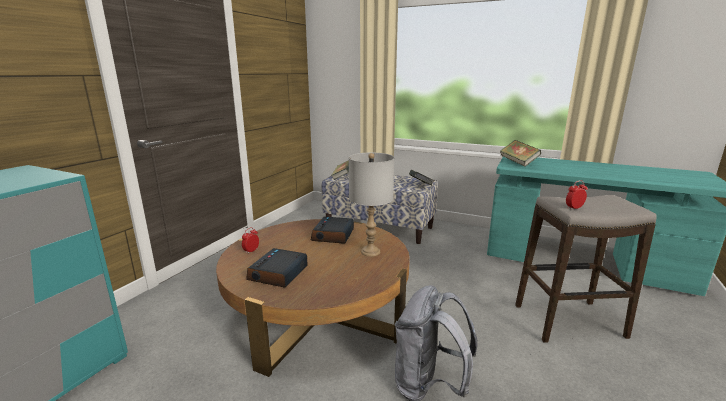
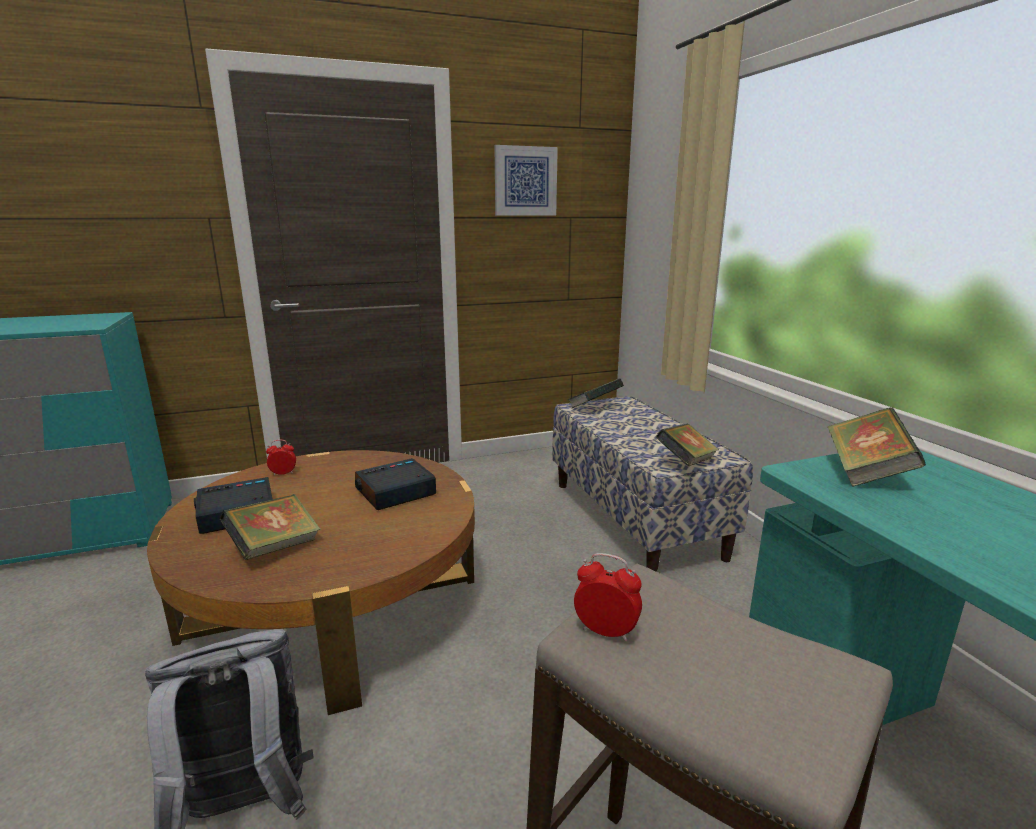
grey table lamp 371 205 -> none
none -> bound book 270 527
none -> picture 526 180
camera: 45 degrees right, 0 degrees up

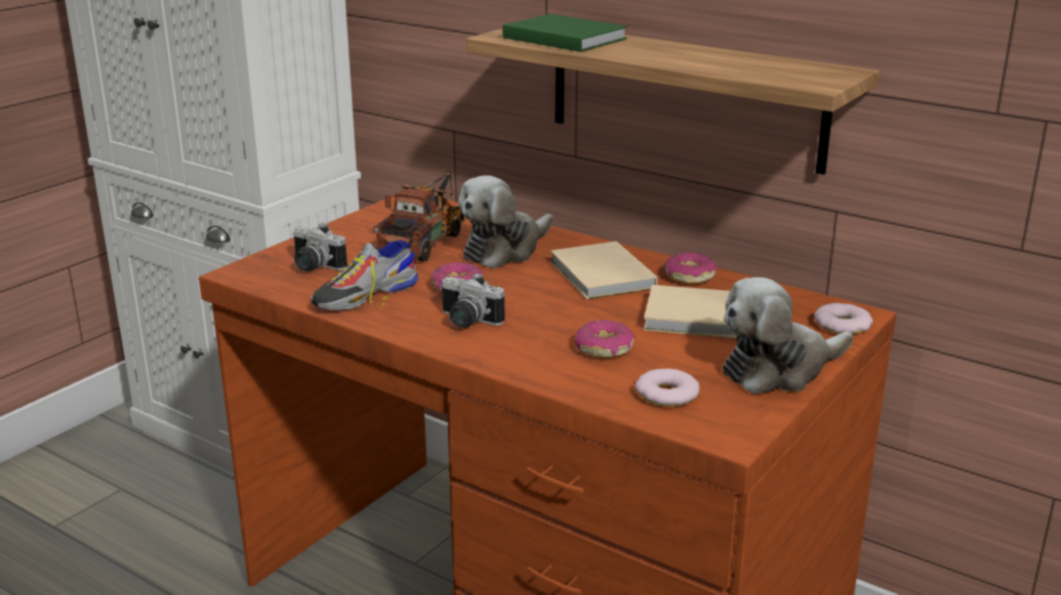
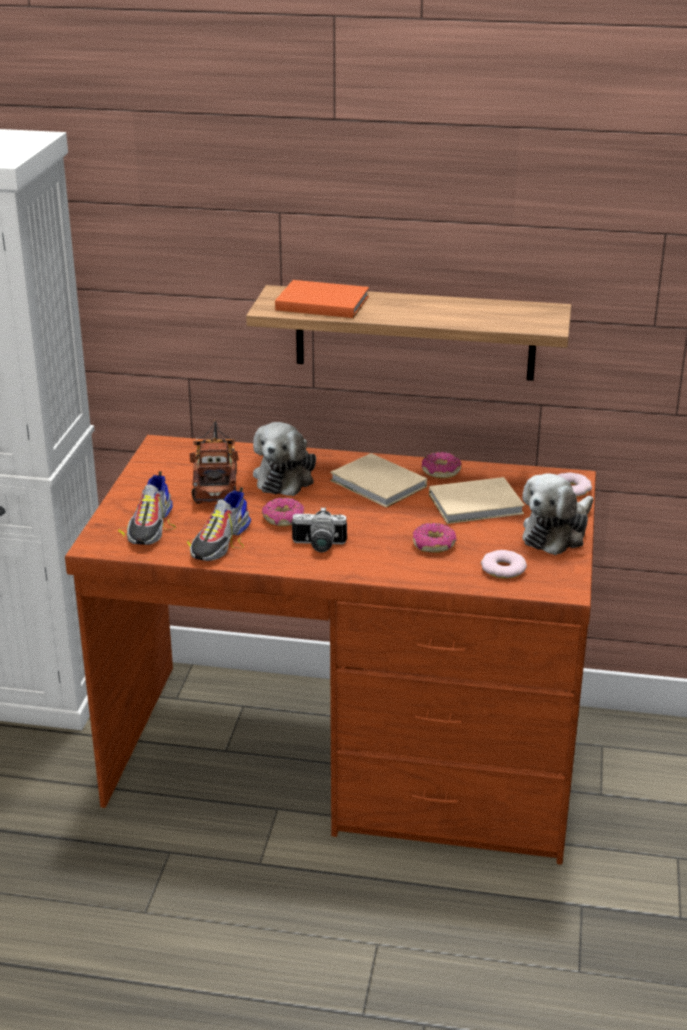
photo camera 319 247 -> shoe 147 508
green bound book 565 33 -> orangey bound book 322 299
camera: 25 degrees left, 5 degrees up

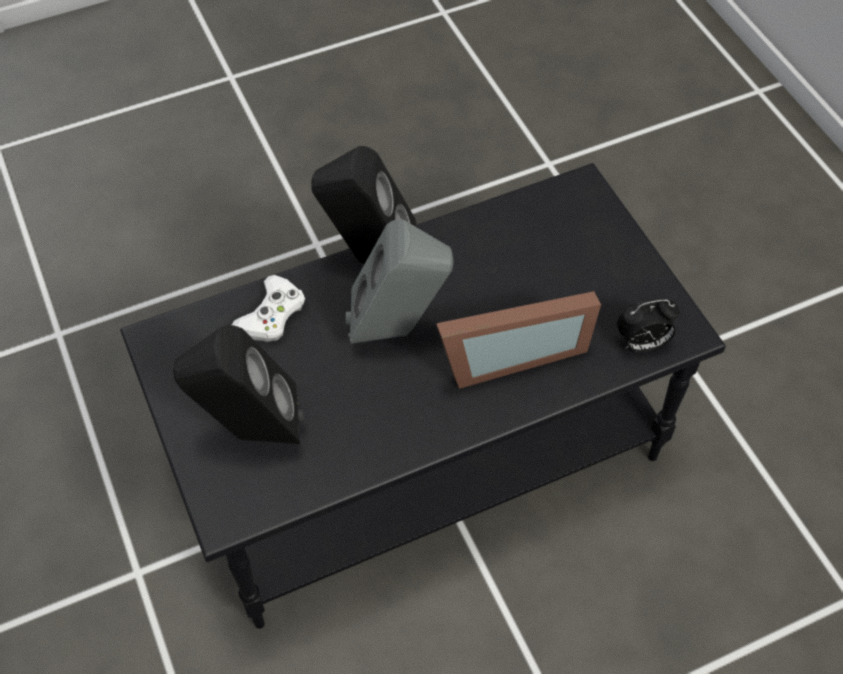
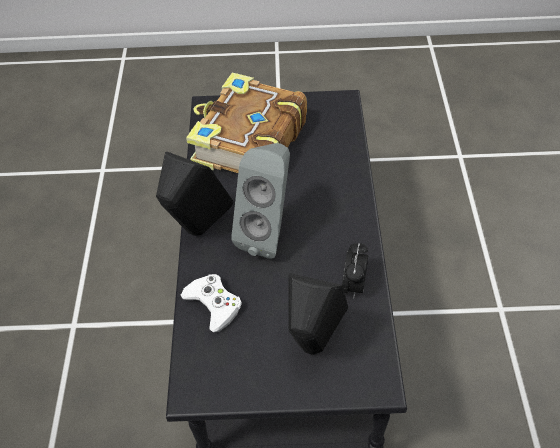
standing frame 518 340 -> none
table clock 648 325 -> table clock 355 270, moved
none -> bound book 246 122
camera: 65 degrees left, 5 degrees down

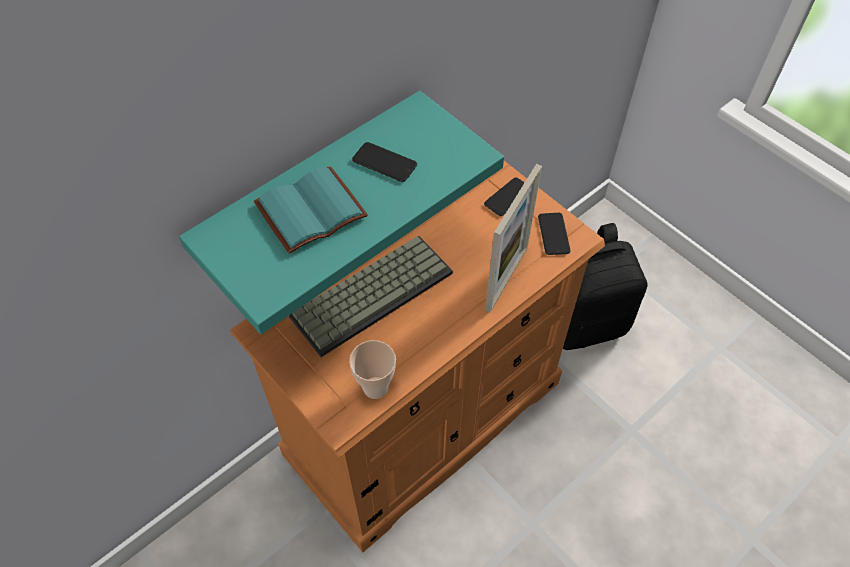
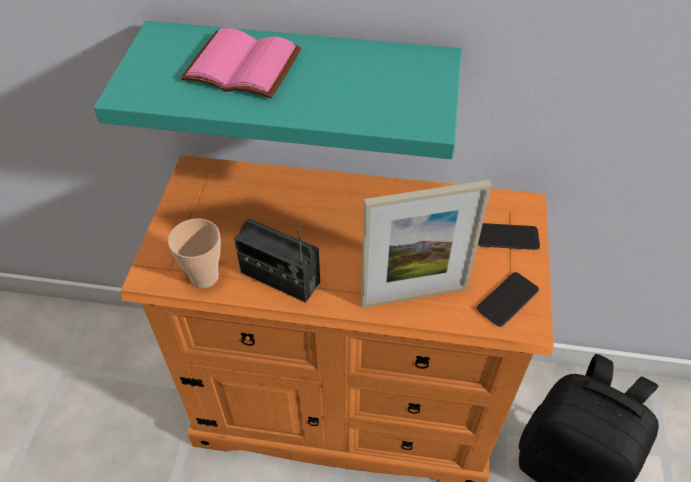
turquoise-coloured bound book 311 210 -> pink-coloured bound book 241 63
keyboard 371 296 -> none
handset 384 162 -> none
none -> radio receiver 277 260
camera: 50 degrees right, 5 degrees down

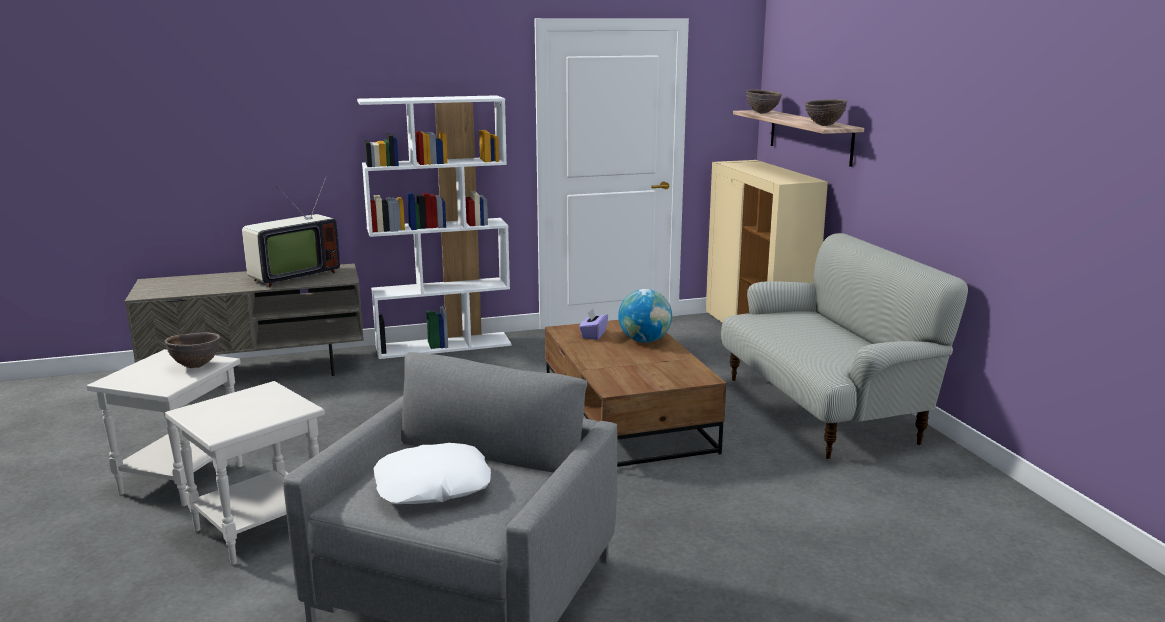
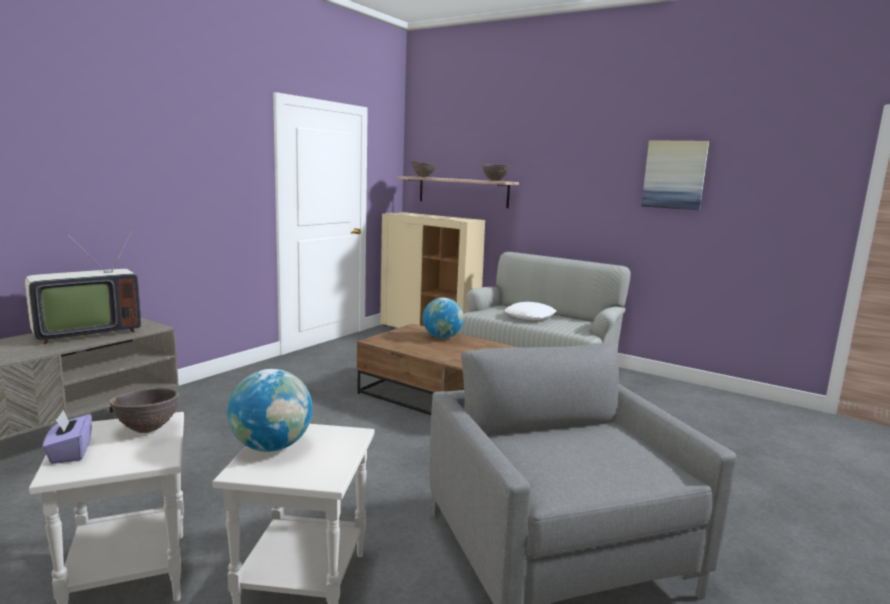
TV set 291 231 -> TV set 83 285, 45 degrees clockwise
whitish shelving unit 434 227 -> none
whitish cushion 432 473 -> whitish cushion 530 311, moved
purplish tissue box 593 324 -> purplish tissue box 67 437, moved
none -> desk globe 270 410
none -> picture 675 175
camera: 40 degrees left, 5 degrees down

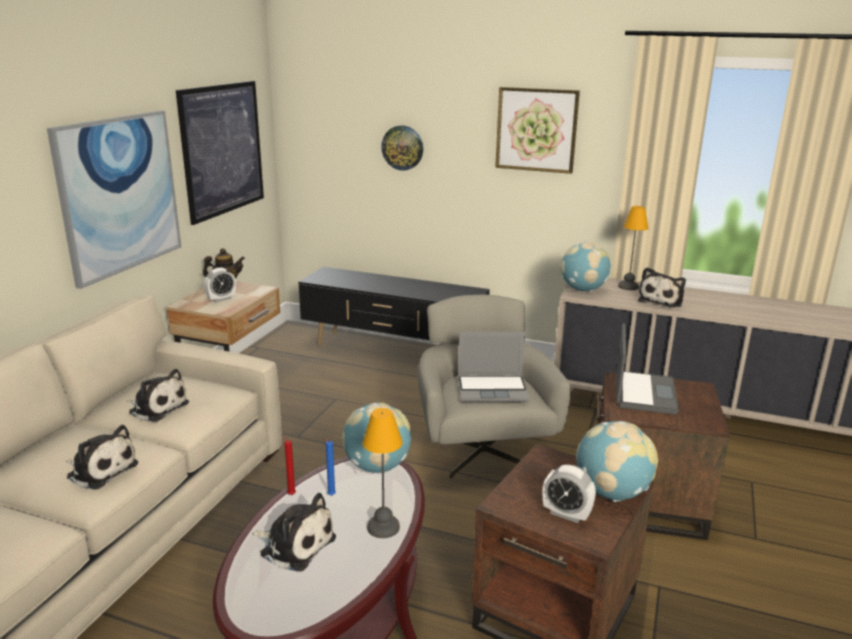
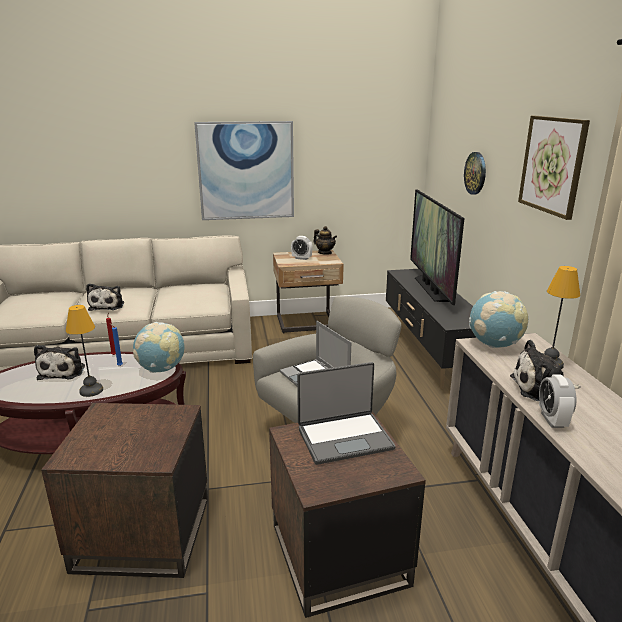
cuddly toy 158 395 -> none
picture 220 153 -> none
table clock 569 494 -> table clock 557 401, moved
desk globe 617 461 -> none
none -> TV set 437 247
camera: 60 degrees right, 0 degrees up

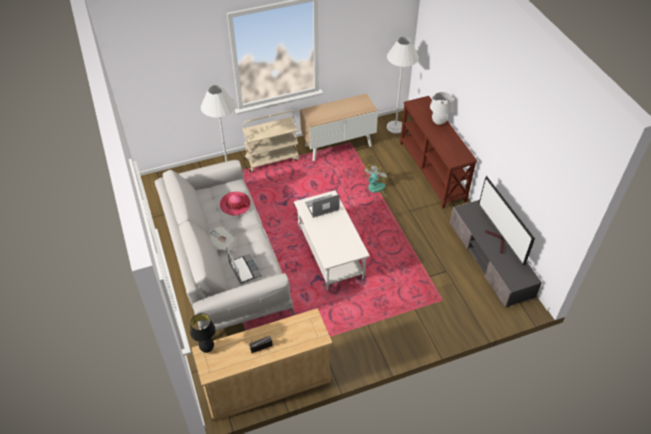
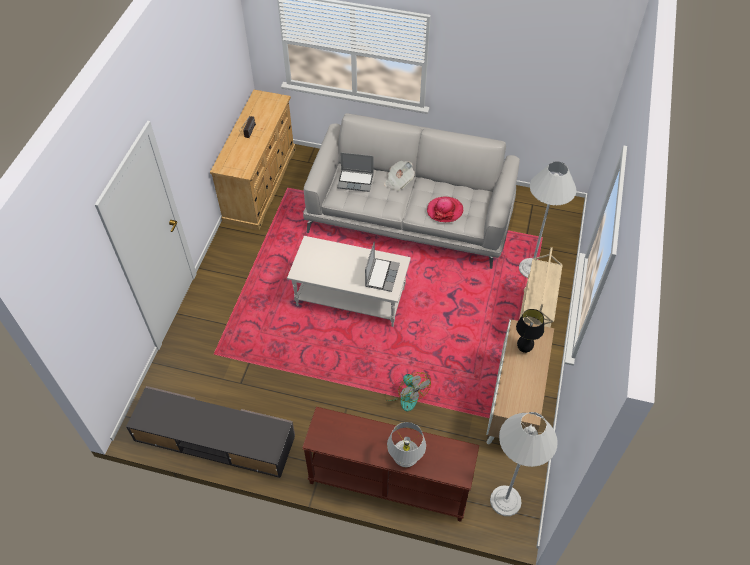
black-coloured table lamp 203 333 -> black-coloured table lamp 530 331, moved
TV set 507 220 -> none
camera: 125 degrees right, 5 degrees up

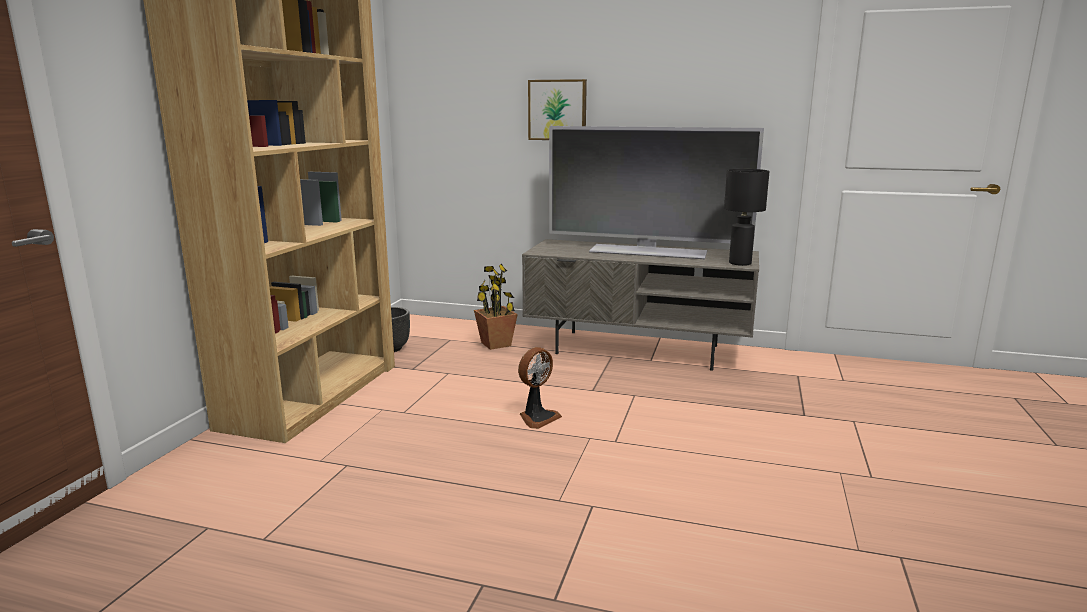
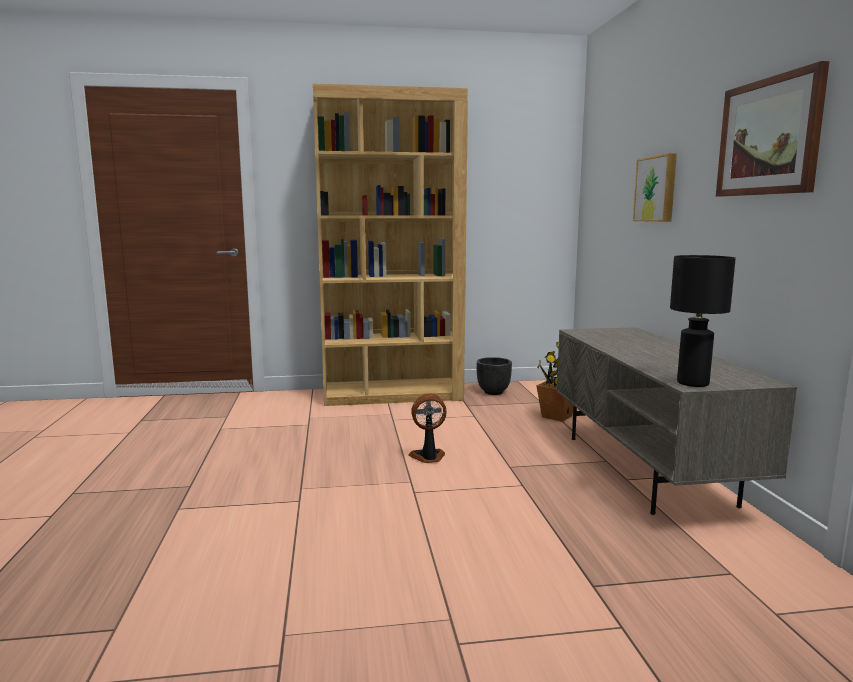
fan 540 388 -> fan 427 428, 150 degrees clockwise
TV set 656 192 -> none
none -> picture 772 129
camera: 65 degrees right, 5 degrees down

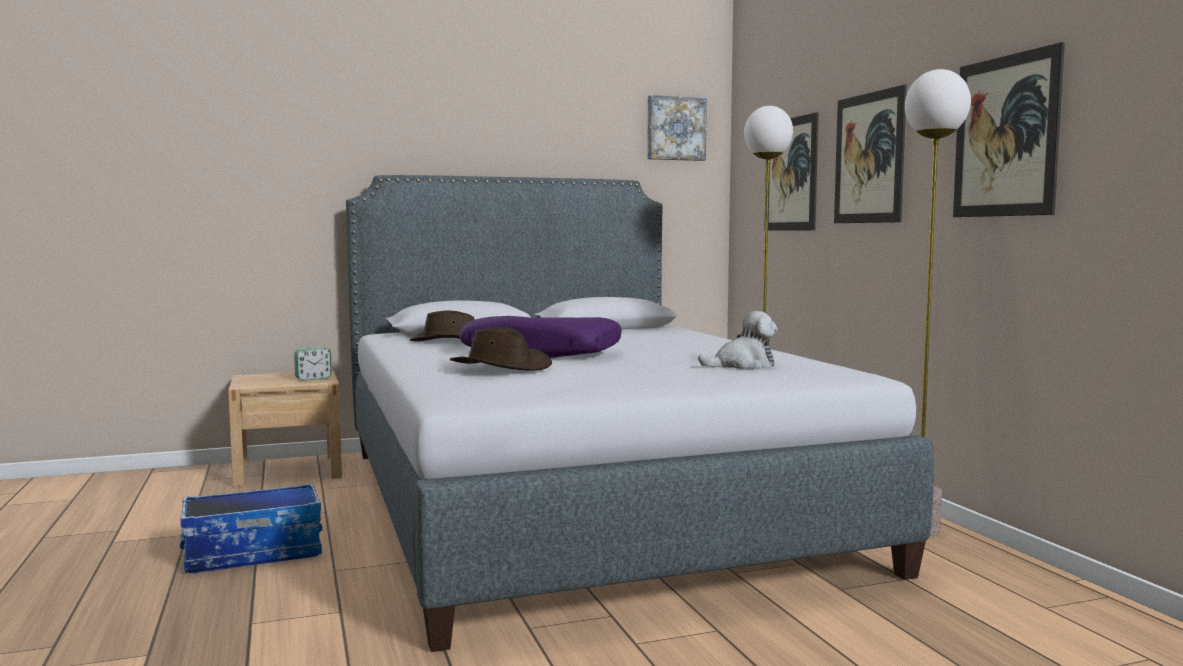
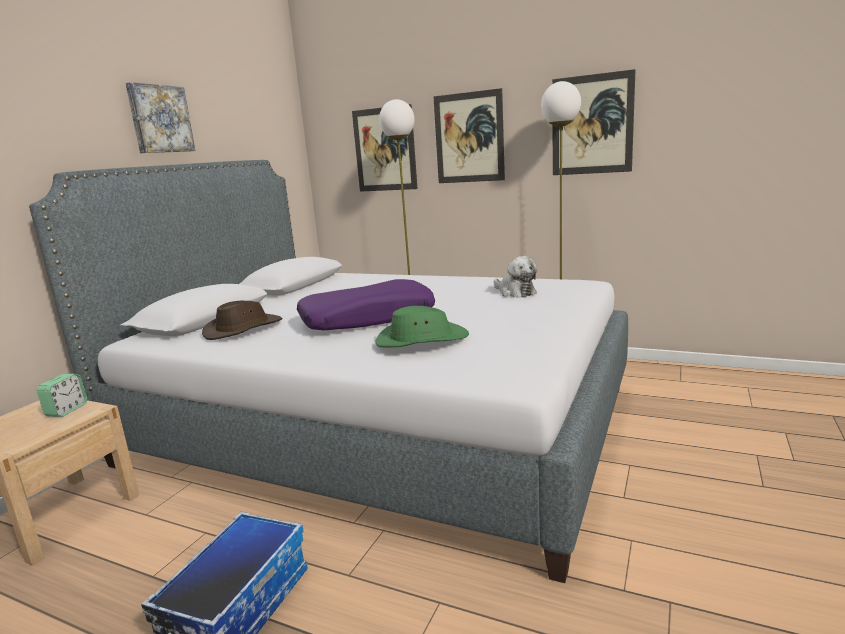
brown-coloured wearable hat 501 349 -> green wearable hat 422 327
picture 677 128 -> picture 160 117, moved
cuddly toy 738 340 -> cuddly toy 516 277, 120 degrees clockwise
camera: 45 degrees left, 10 degrees up

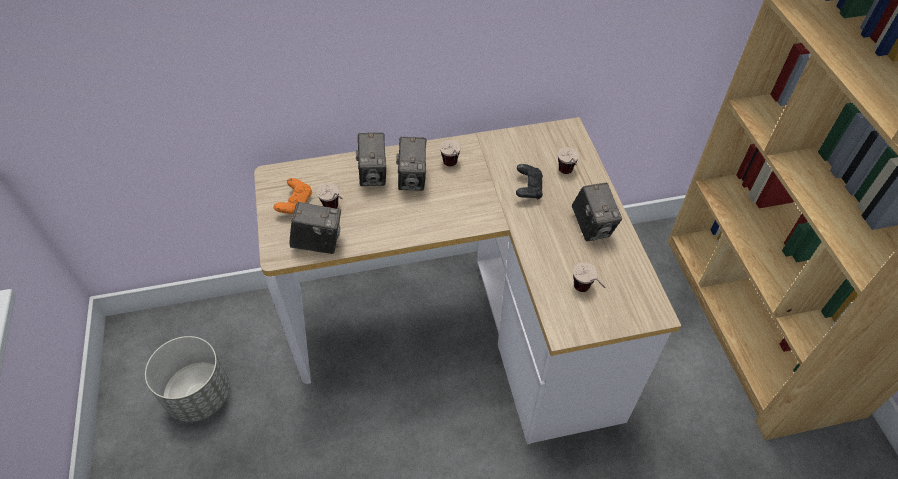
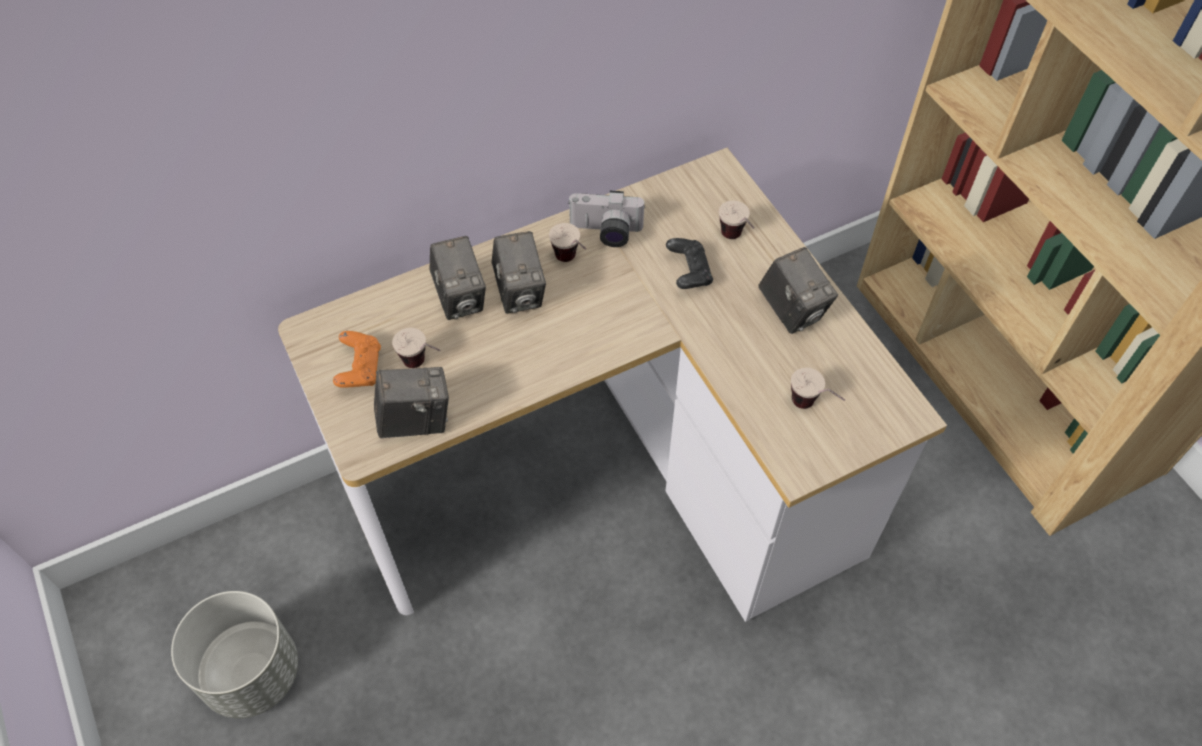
none -> photo camera 607 219
camera: 15 degrees left, 5 degrees up

